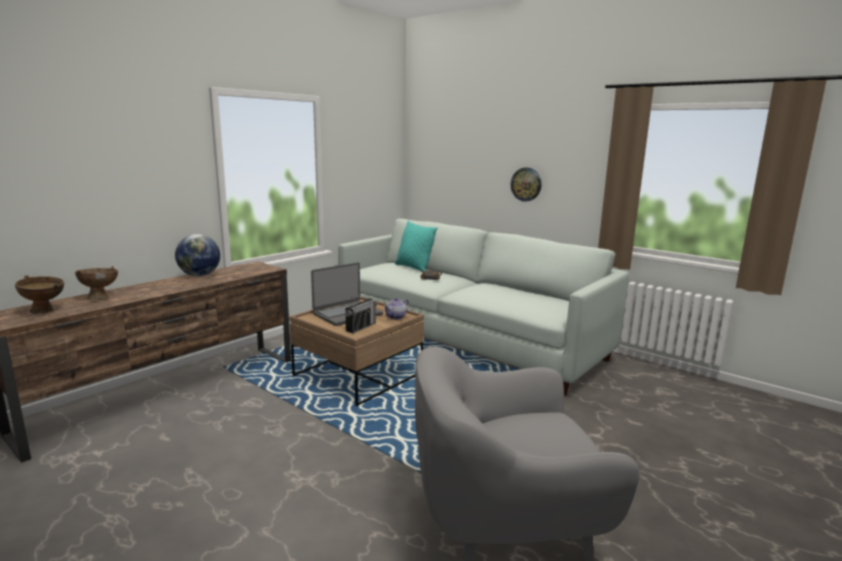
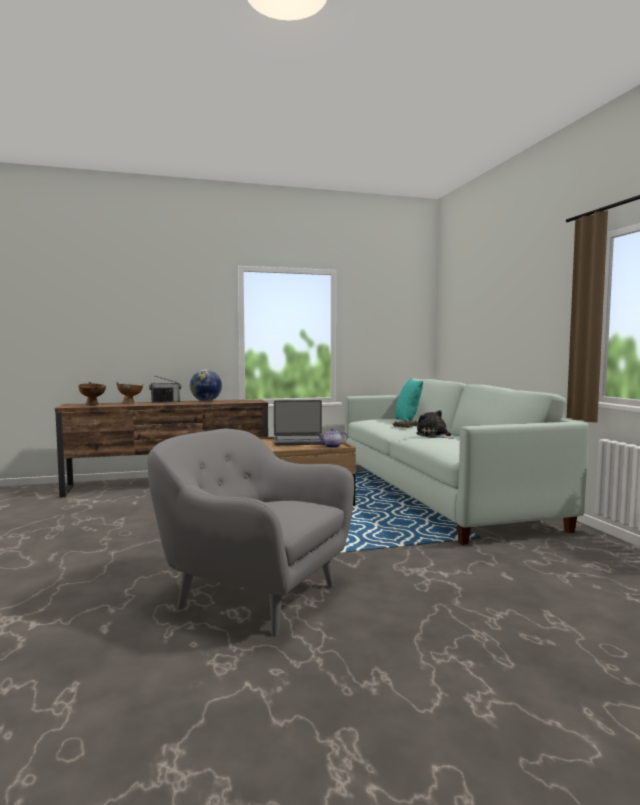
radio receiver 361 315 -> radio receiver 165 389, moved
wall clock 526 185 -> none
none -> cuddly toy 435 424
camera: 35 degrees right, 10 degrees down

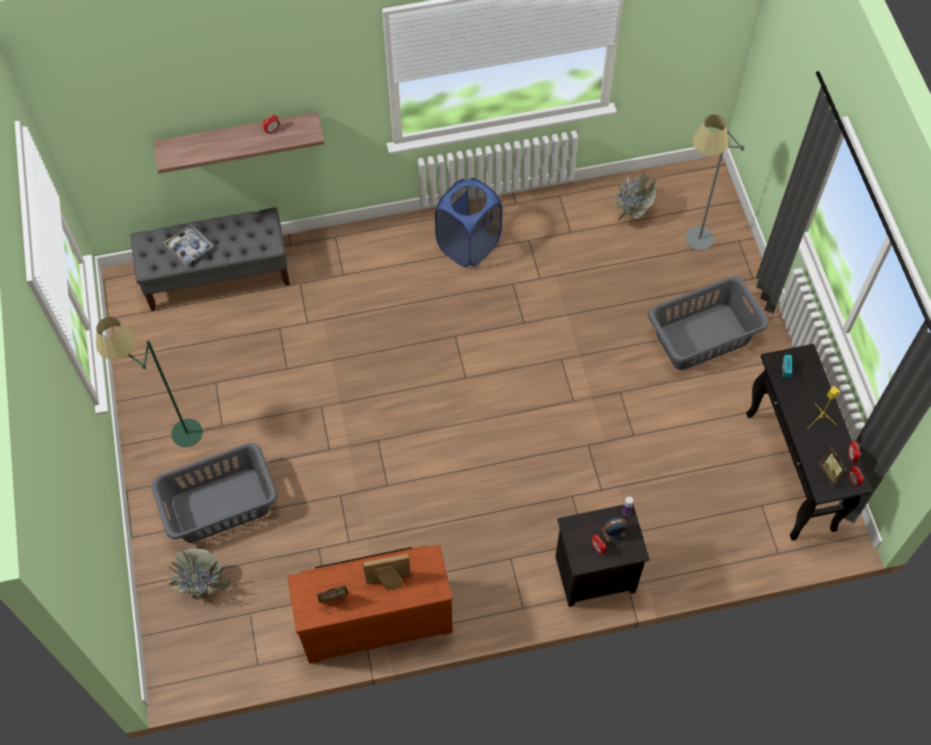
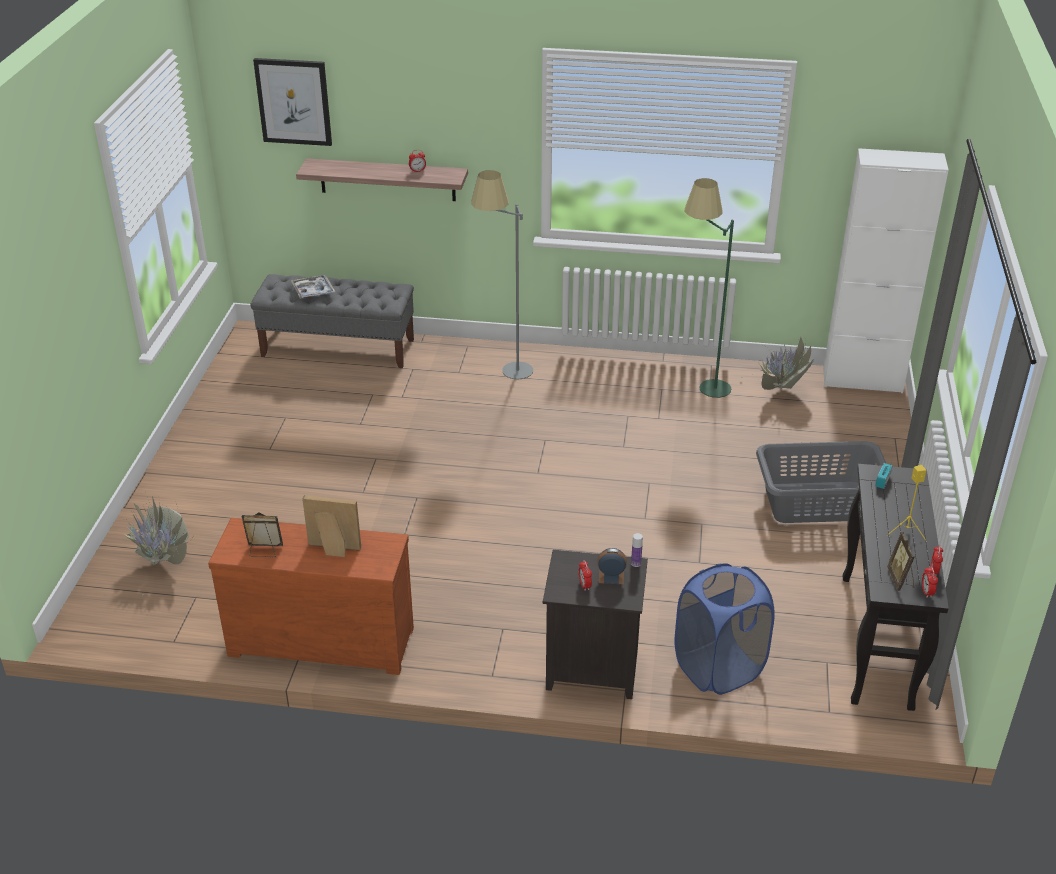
green floor lamp 149 382 -> green floor lamp 709 288, moved
grey laundry basket 214 493 -> none
blue laundry basket 468 222 -> blue laundry basket 725 629, moved
grey floor lamp 715 182 -> grey floor lamp 502 274, moved
none -> picture 292 102
none -> whitish cabinet 886 270
camera: 20 degrees right, 25 degrees down

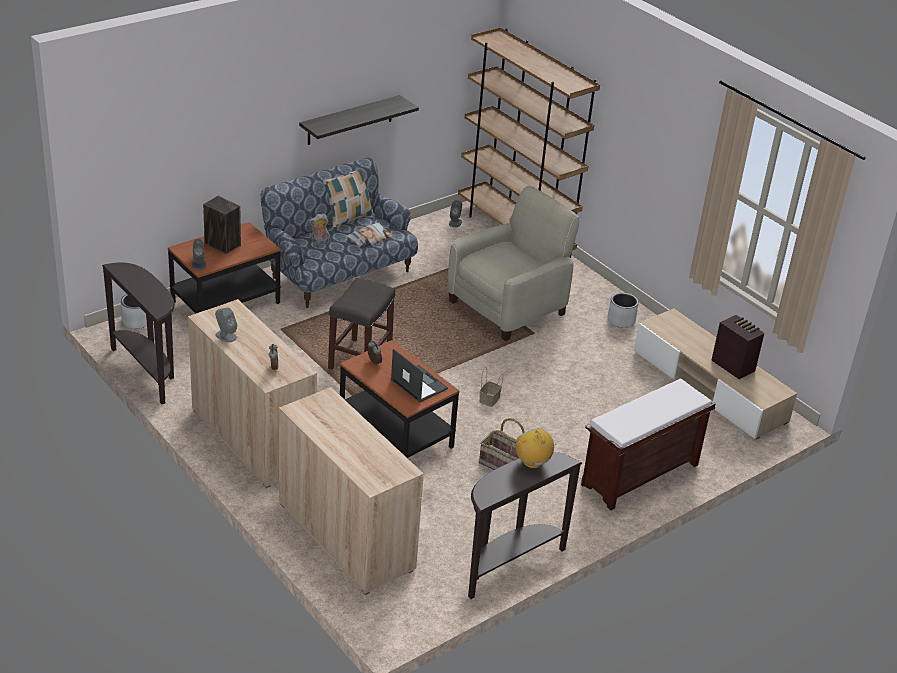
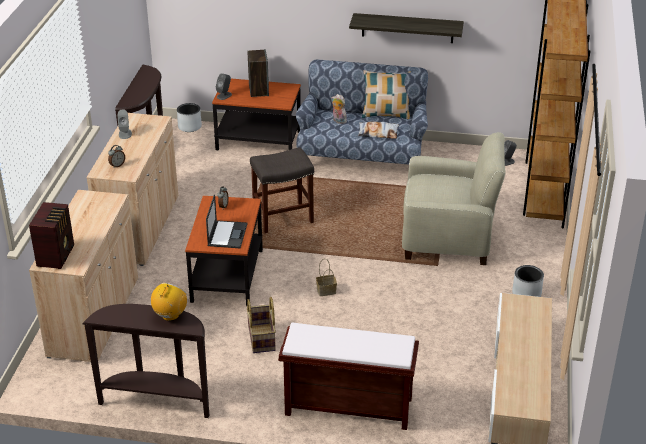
radio receiver 737 347 -> radio receiver 51 235, moved
camera: 50 degrees right, 0 degrees up

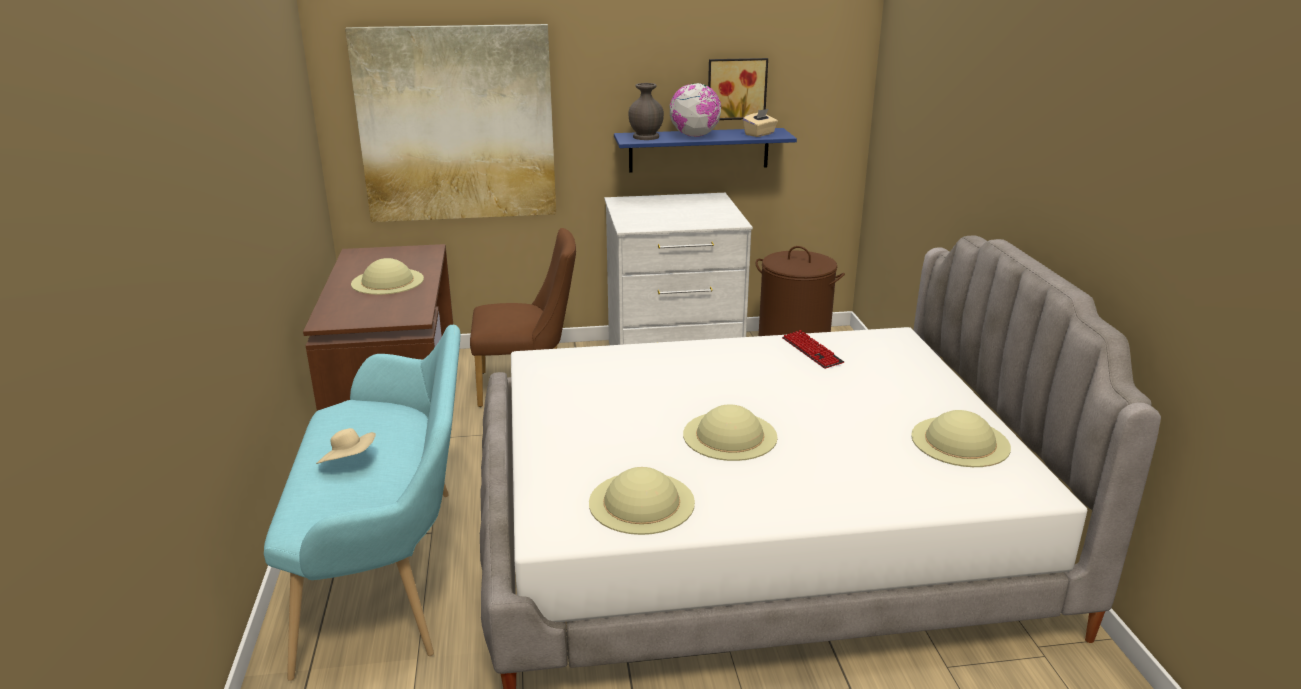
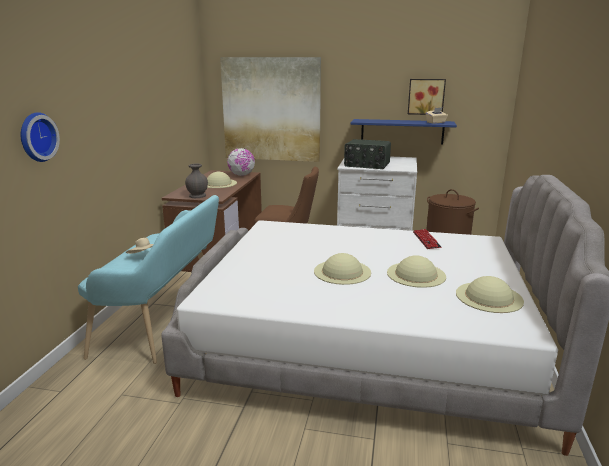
beige wearable hat 642 501 -> beige wearable hat 416 271, moved
grey vase 646 111 -> grey vase 196 181, moved
desk globe 695 110 -> desk globe 241 162, moved
none -> wall clock 40 137
none -> radio receiver 367 154
camera: 20 degrees right, 5 degrees down

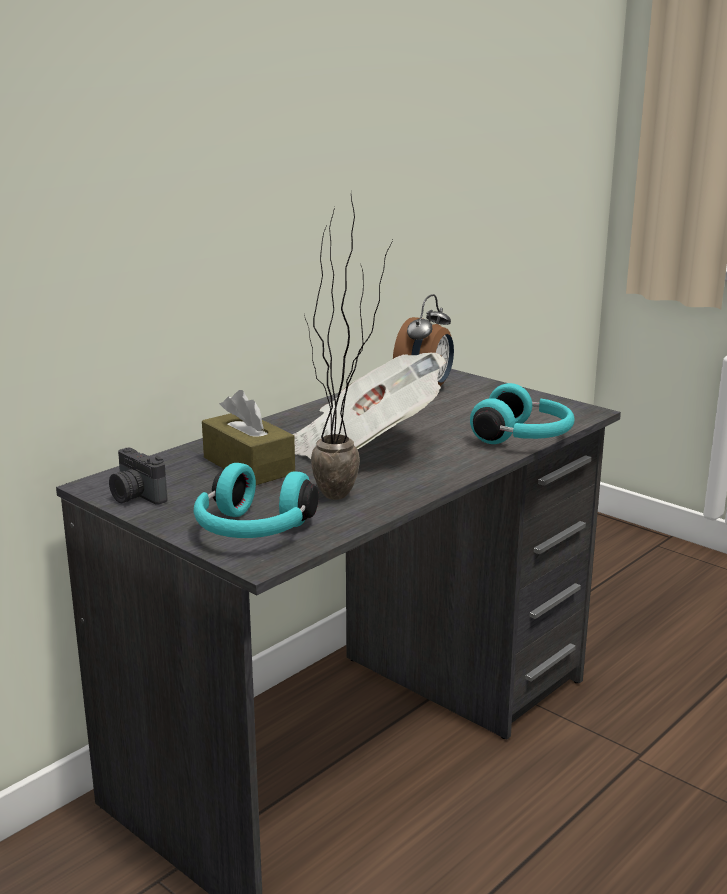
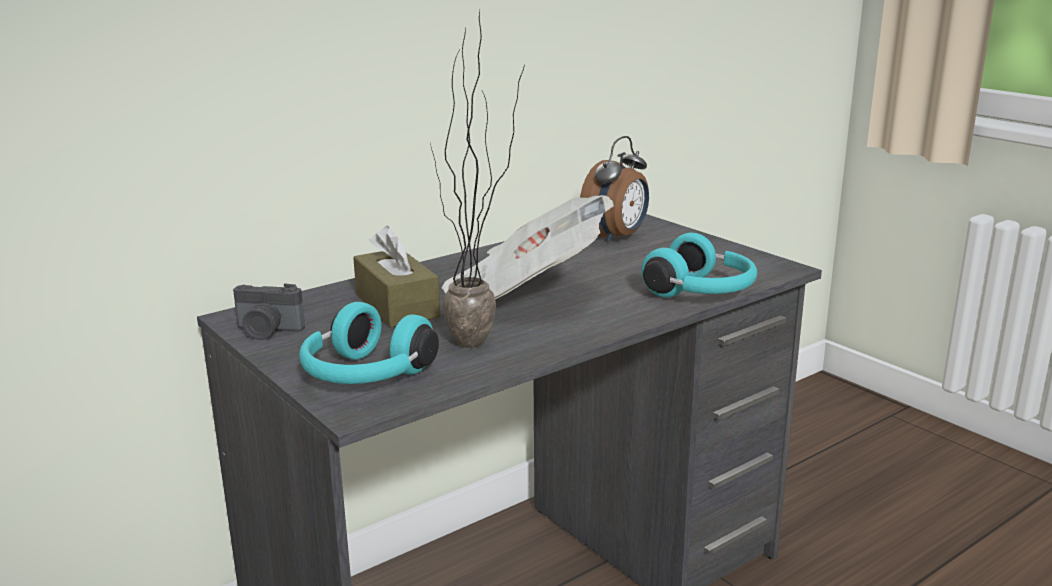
photo camera 138 476 -> photo camera 269 311, 45 degrees counterclockwise
camera: 10 degrees right, 0 degrees up

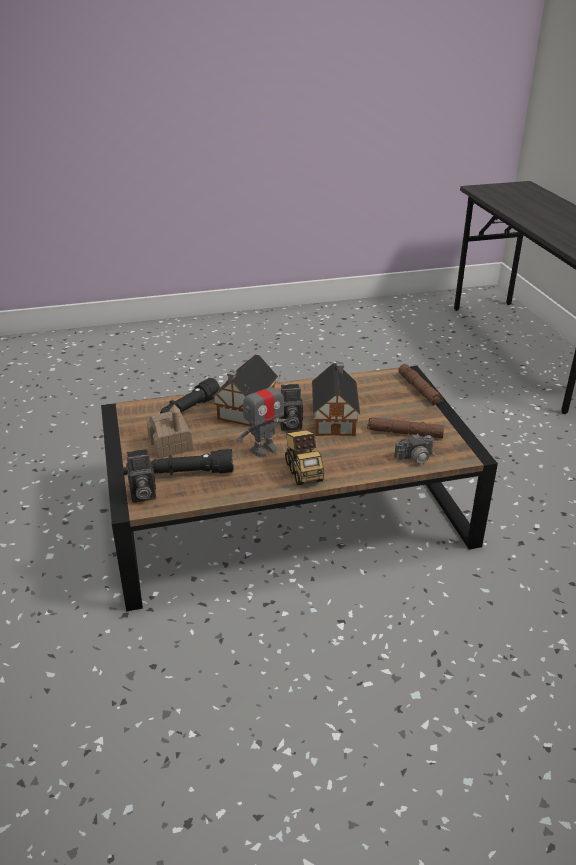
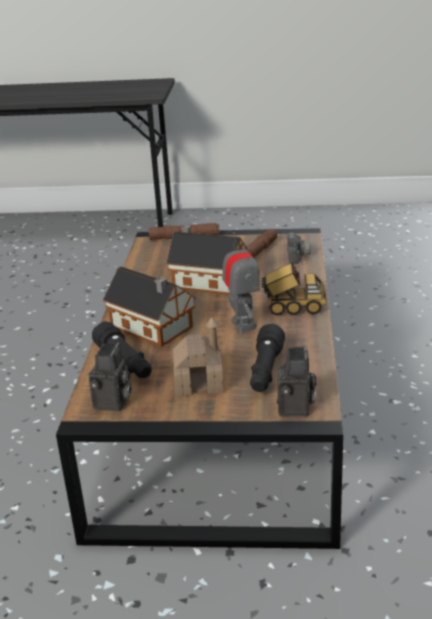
photo camera 291 407 -> photo camera 110 376, moved
camera: 70 degrees left, 5 degrees down

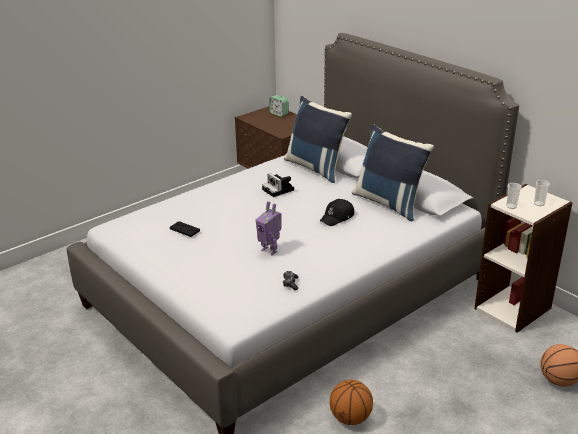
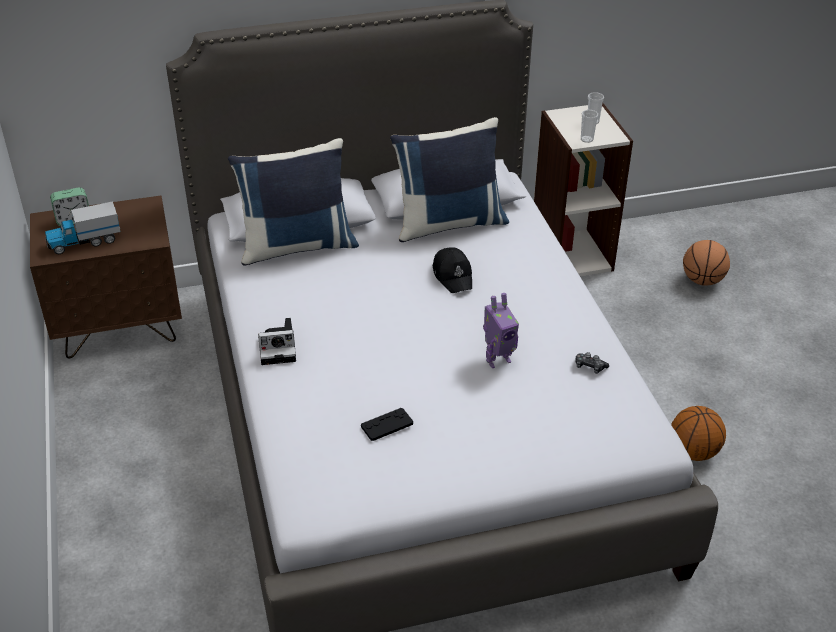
photo camera 278 185 -> photo camera 277 341, moved
none -> model truck 82 227
camera: 65 degrees left, 10 degrees up

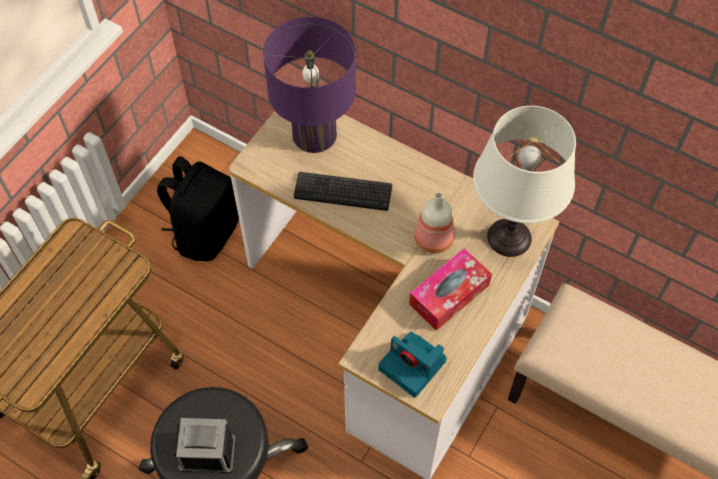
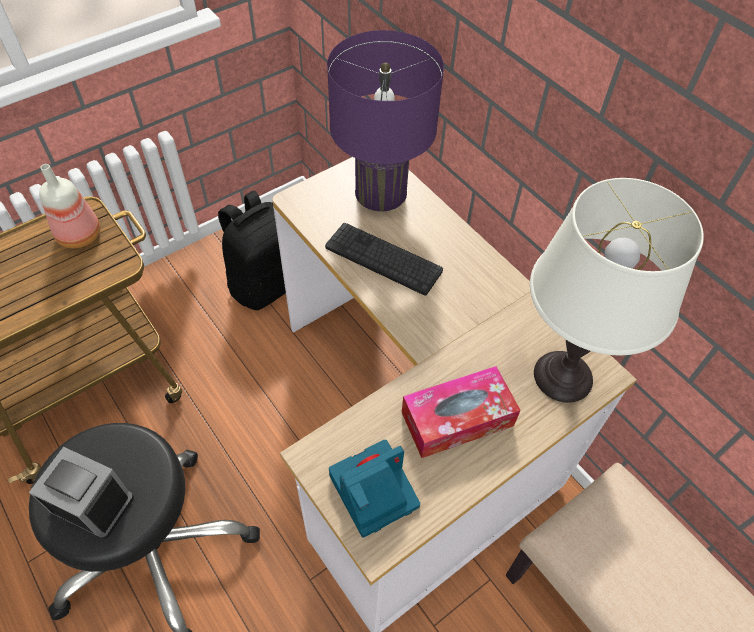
photo camera 412 364 -> photo camera 374 489, 90 degrees clockwise
drink bottle 434 222 -> drink bottle 69 206, moved
camera: 20 degrees right, 5 degrees down

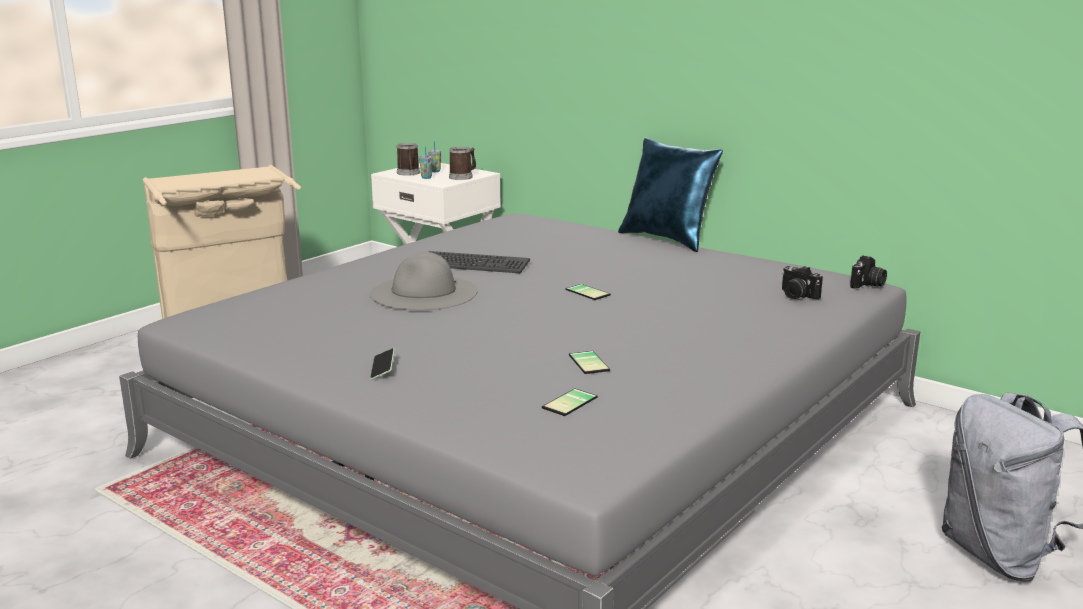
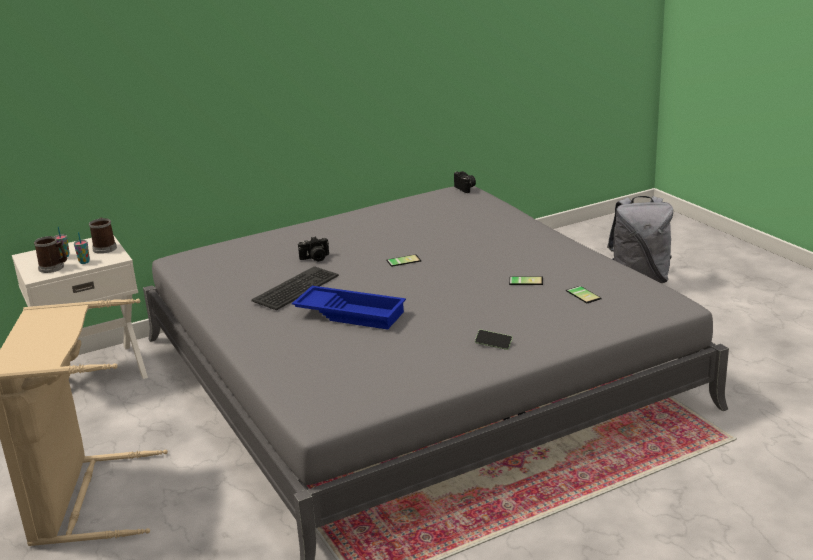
grey wearable hat 423 281 -> blue carrying tray 349 308
blue cushion 670 195 -> none
photo camera 802 282 -> photo camera 313 249, moved
camera: 65 degrees left, 5 degrees up

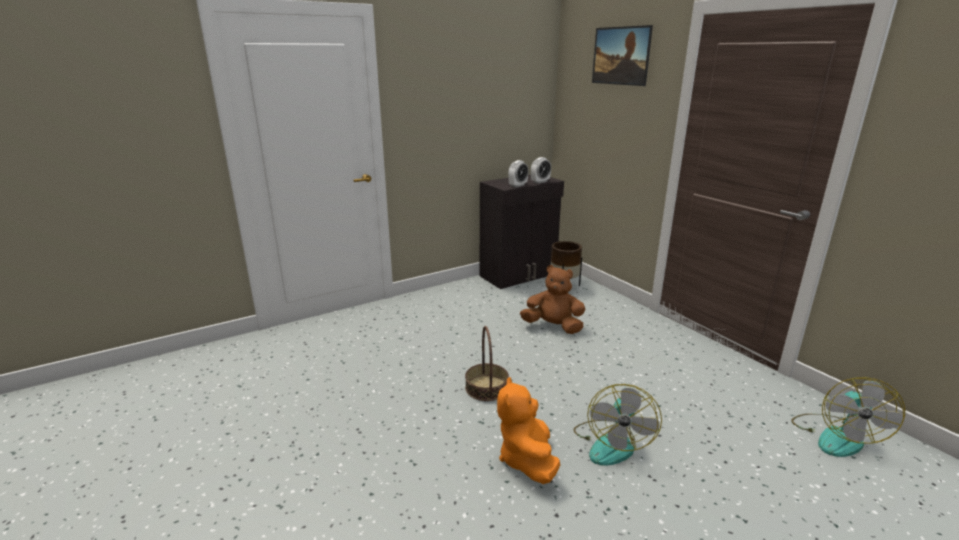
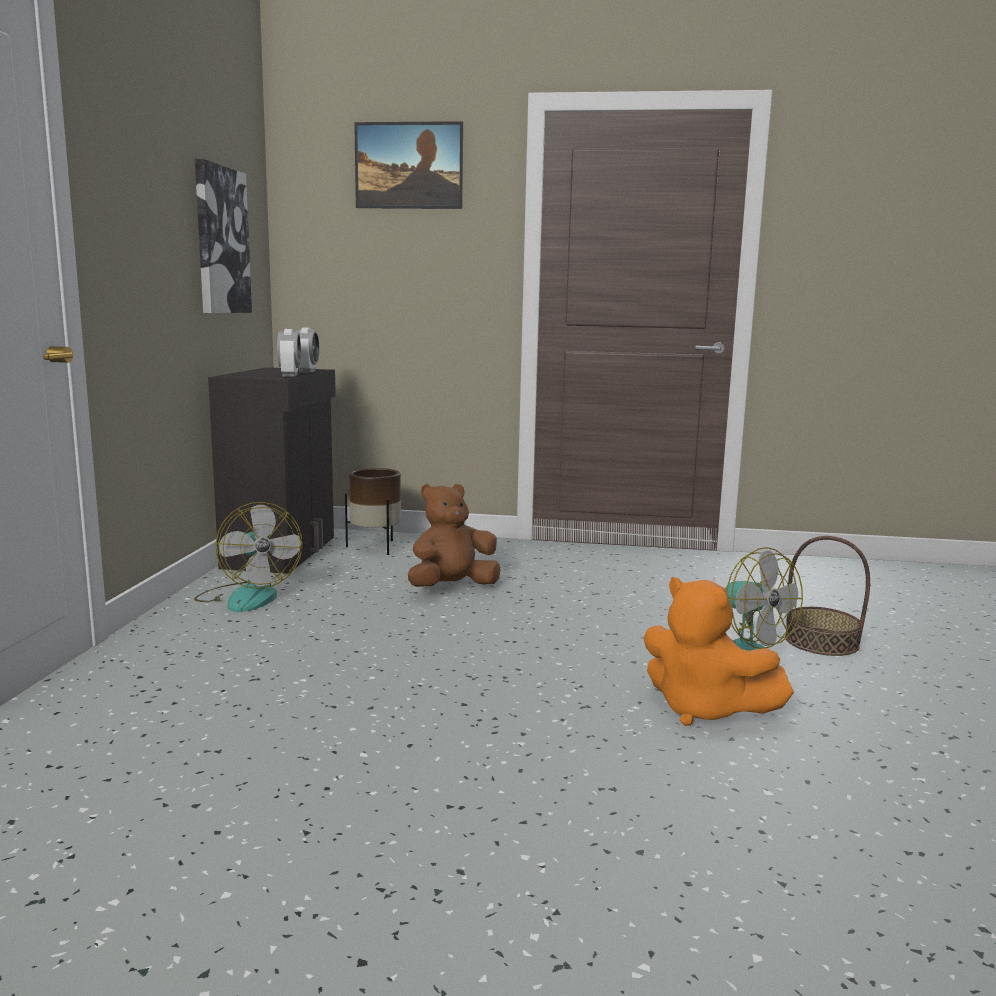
basket 487 363 -> basket 827 596, moved
fan 848 417 -> fan 248 557, moved
none -> picture 223 236
camera: 50 degrees left, 10 degrees down

